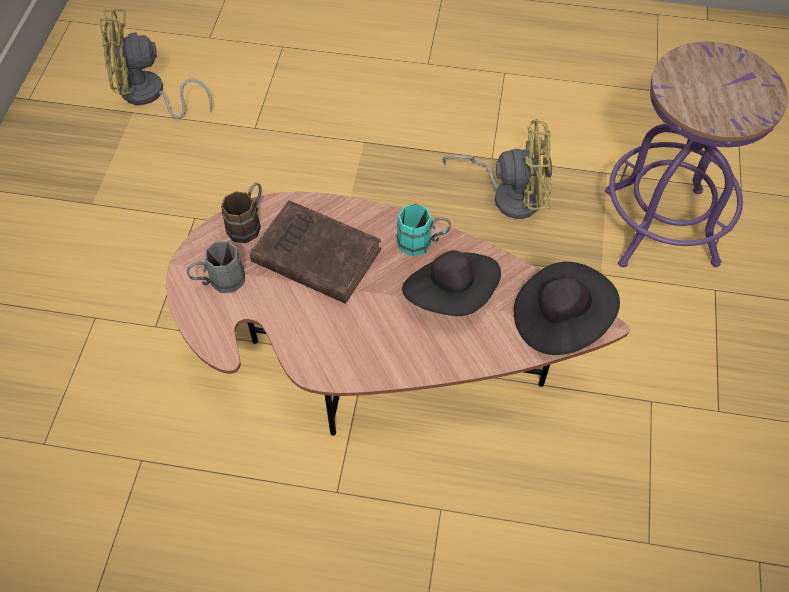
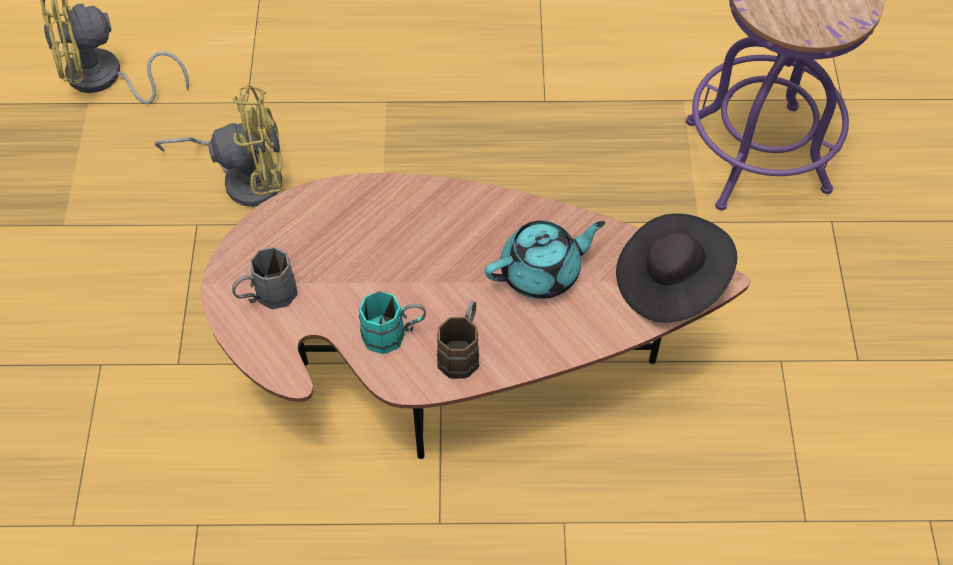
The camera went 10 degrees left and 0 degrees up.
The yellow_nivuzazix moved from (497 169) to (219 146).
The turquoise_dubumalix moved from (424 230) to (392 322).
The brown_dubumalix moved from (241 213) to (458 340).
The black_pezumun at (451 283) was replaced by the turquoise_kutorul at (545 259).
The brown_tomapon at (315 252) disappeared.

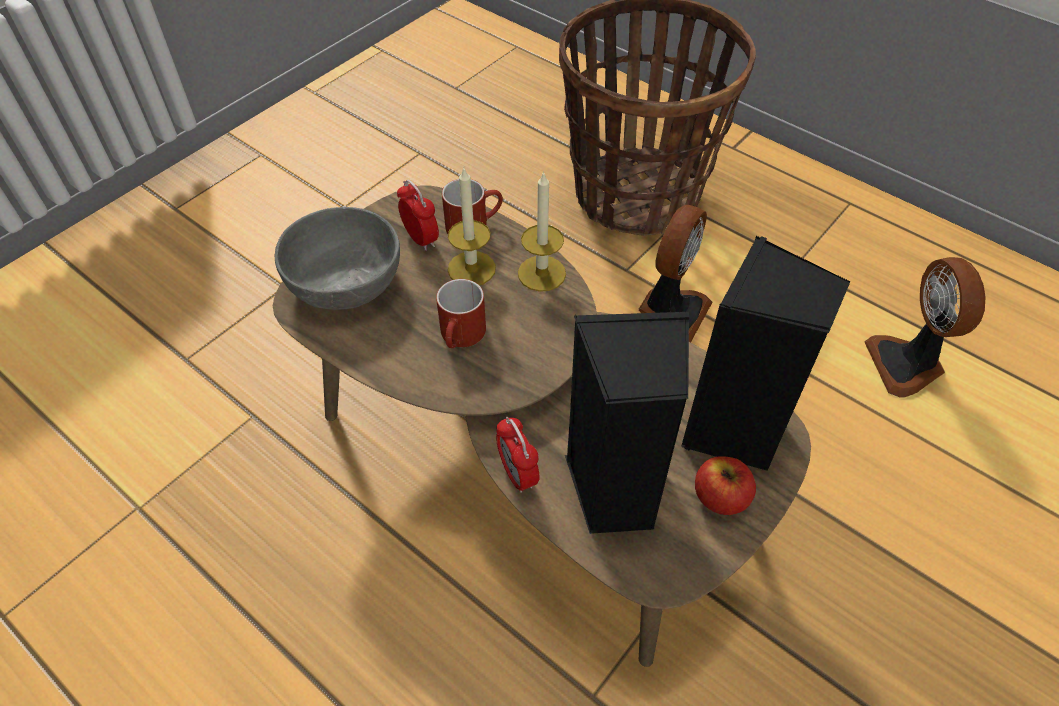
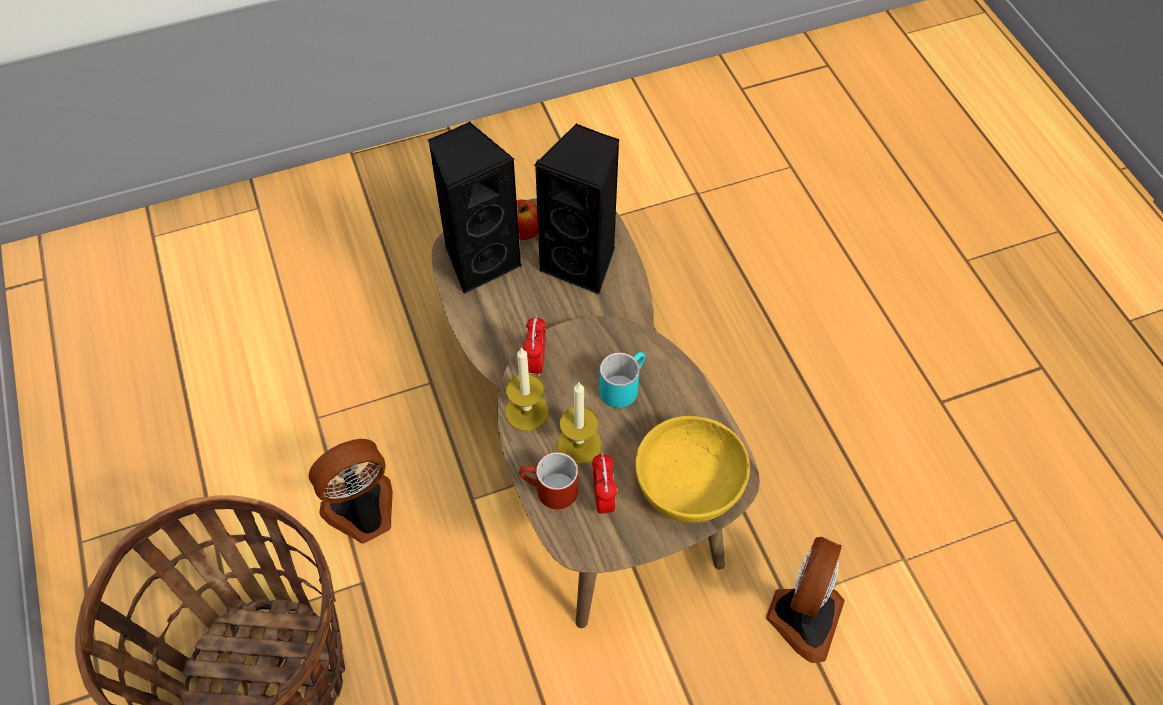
The camera went 150 degrees left and 5 degrees up.
The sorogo moved from (518 455) to (534 346).
The red_dubumalix at (461 313) became the turquoise_dubumalix at (622 380).
The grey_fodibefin at (337 258) became the yellow_fodibefin at (693 469).
The nivuzazix moved from (925 327) to (805 600).

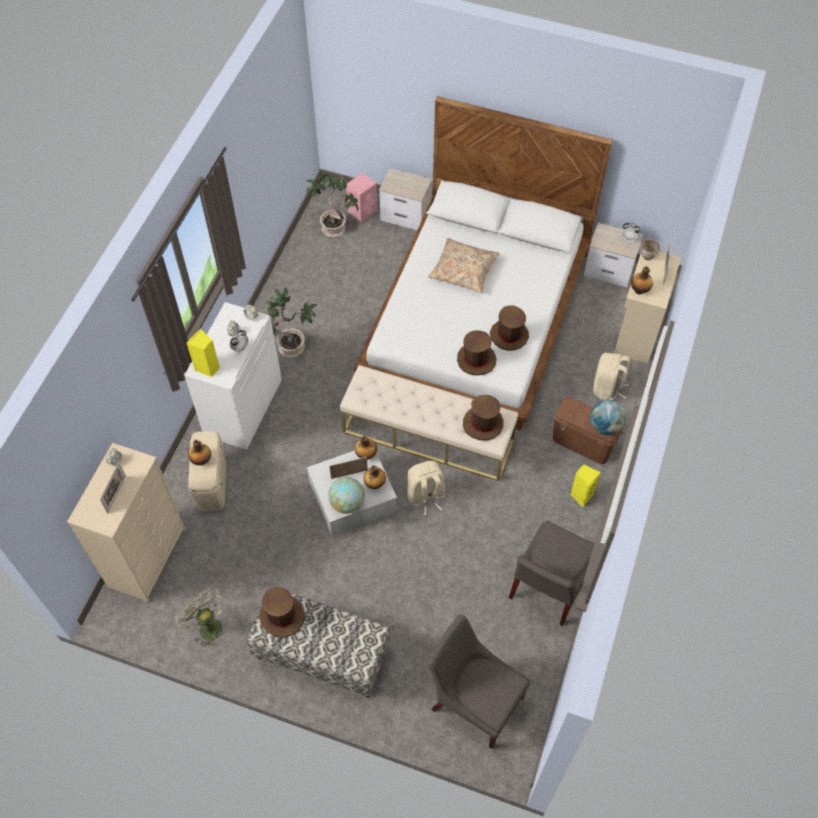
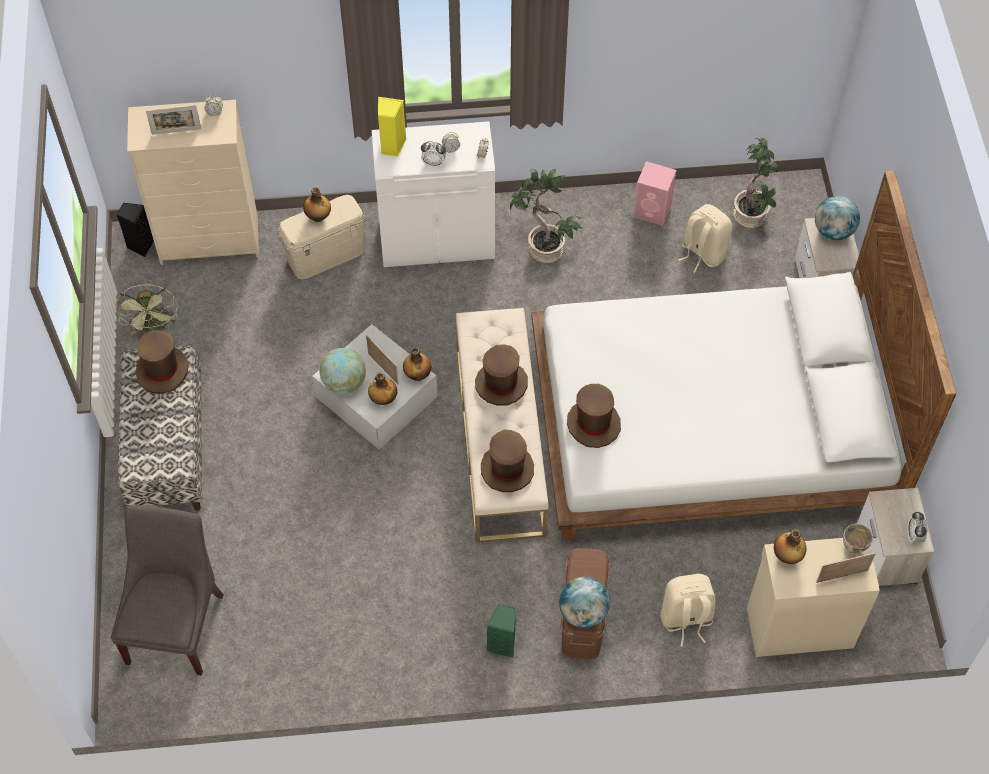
The camera went 65 degrees right and 0 degrees up.
The green_nivuzazix at (199 617) turned 150 degrees clockwise.
The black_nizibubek at (135 230) appeared.
The brown_pezumun moved from (509 328) to (501 375).
The yellow_nizibubek at (585 485) became the green_nizibubek at (501 631).
The pink_nizibubek moved from (361 197) to (654 193).
The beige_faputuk moved from (426 488) to (705 238).
The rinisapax at (837 218) appeared.
The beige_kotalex at (464 265) disappeared.
The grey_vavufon at (551 573) disappeared.

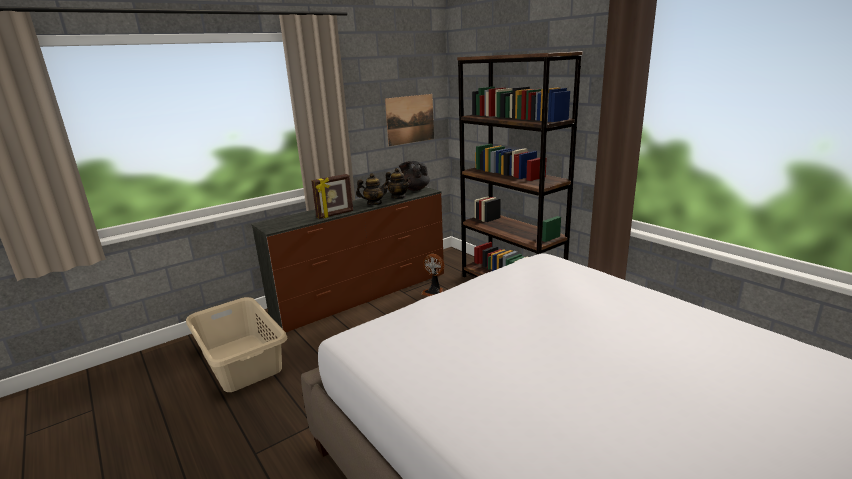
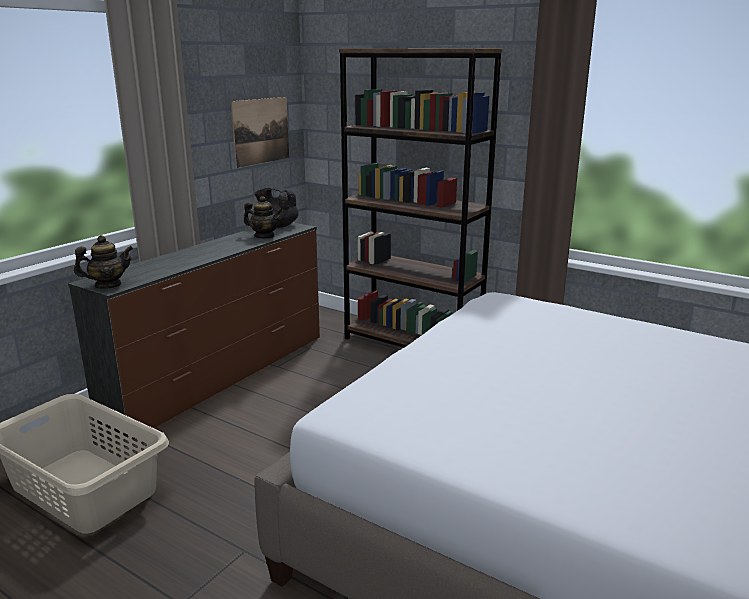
The camera went 20 degrees left and 0 degrees up.
The kutorul moved from (372 189) to (103 262).
The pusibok at (332 196) disappeared.
The nivuzazix at (432 275) disappeared.

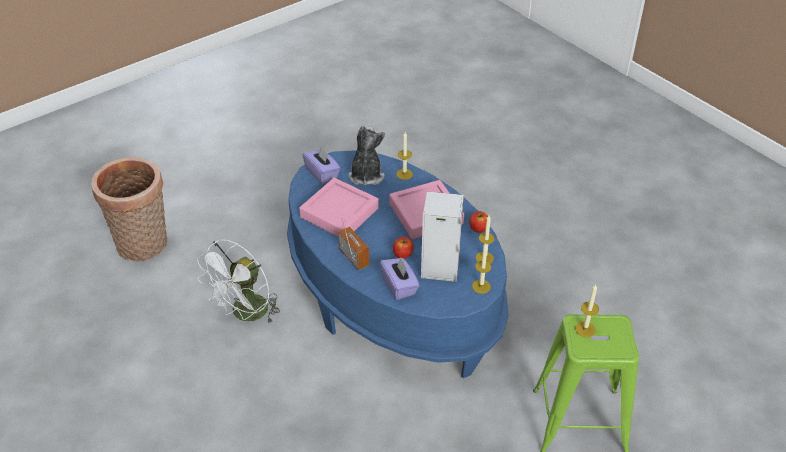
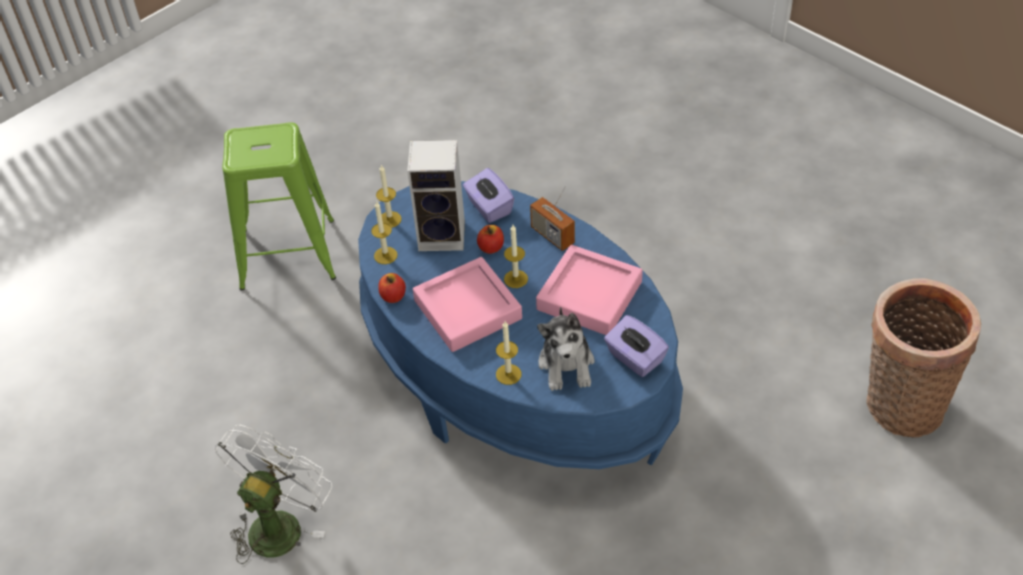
The camera went 175 degrees right and 5 degrees up.
The white_nivuzazix moved from (238 282) to (273 494).
The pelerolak moved from (587 310) to (516 256).

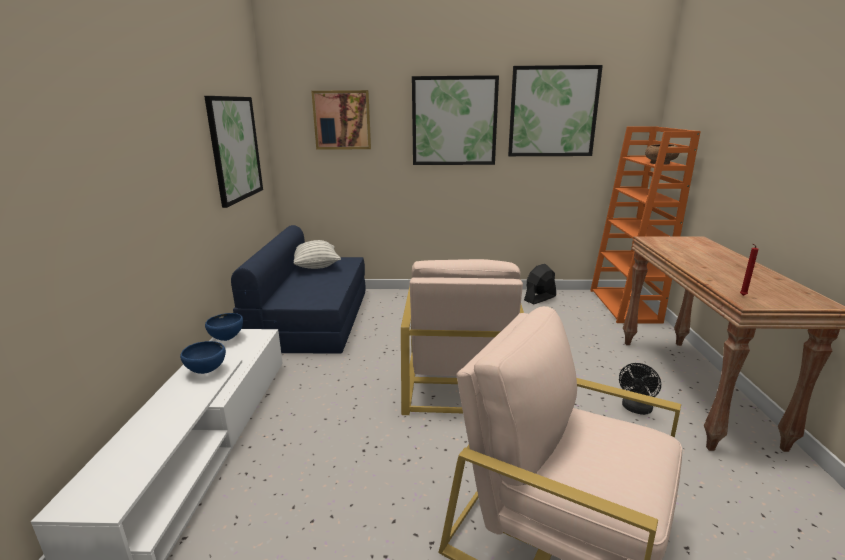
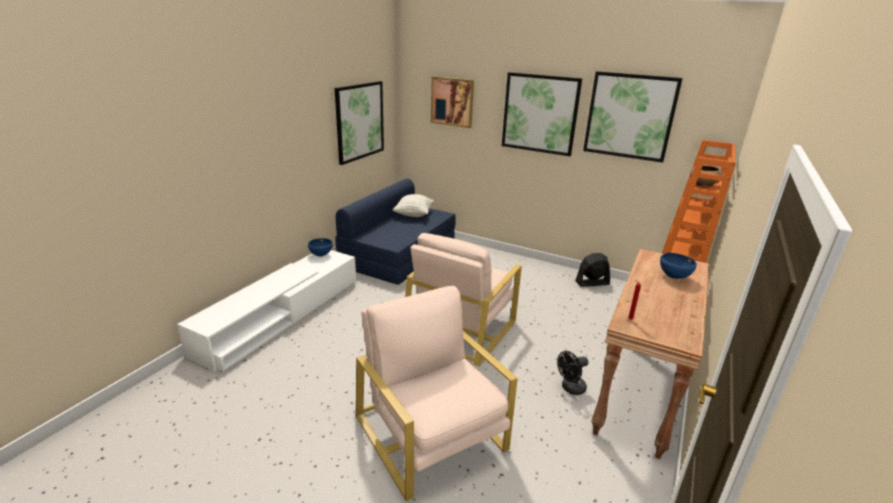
The camera went 25 degrees right and 5 degrees up.
The blue_fodibefin moved from (203 357) to (678 266).

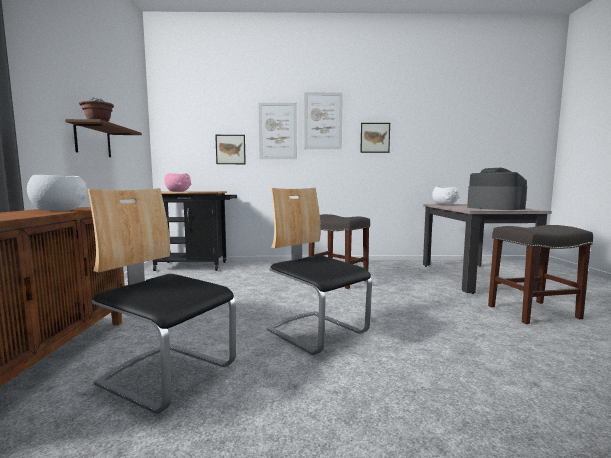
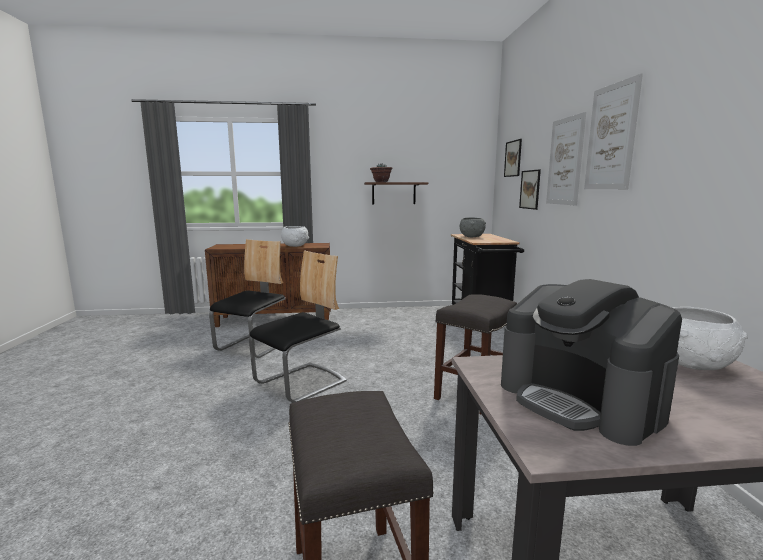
The camera went 85 degrees right and 5 degrees up.
The pink_fodibefin at (177 182) became the grey_fodibefin at (473 227).
The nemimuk at (497 189) turned 90 degrees clockwise.
The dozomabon moved from (375 138) to (513 158).

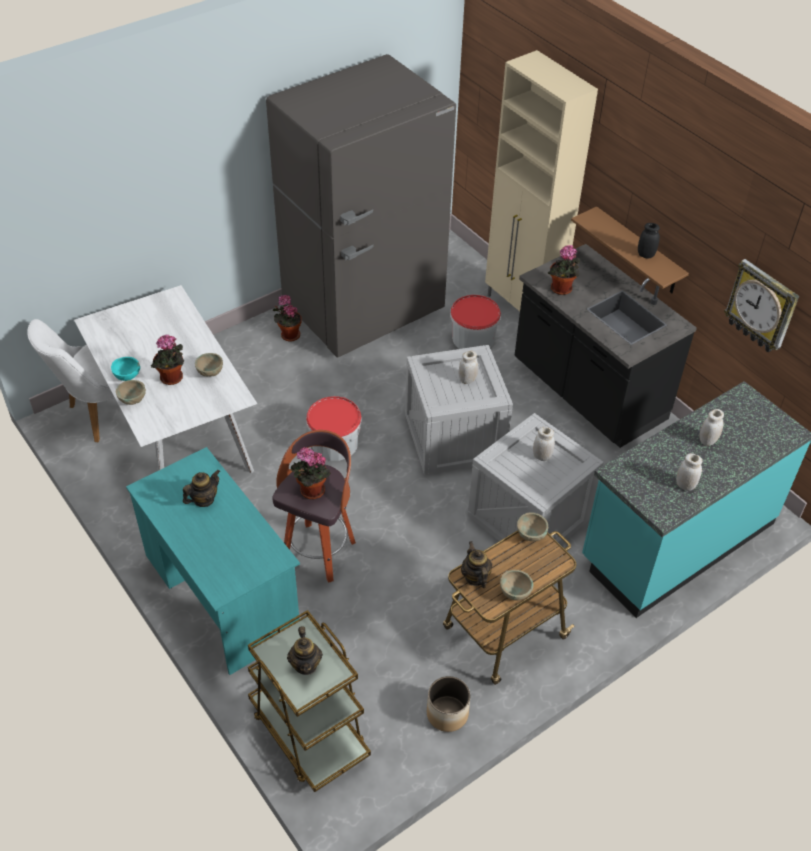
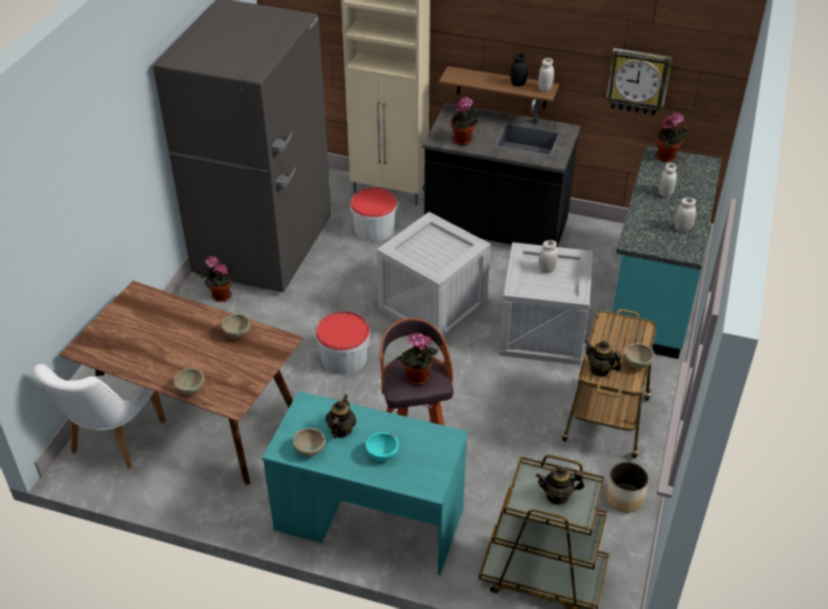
The camera went 35 degrees left and 5 degrees down.
The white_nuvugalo at (165 379) became the brown_nuvugalo at (181 383).
The beige_fodibefin moved from (532 526) to (309 442).
The turquoise_fodibefin moved from (125 369) to (382 447).
The kutorul at (305 650) turned 135 degrees clockwise.
The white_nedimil moved from (468 367) to (546 75).
The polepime moved from (167 360) to (672 137).

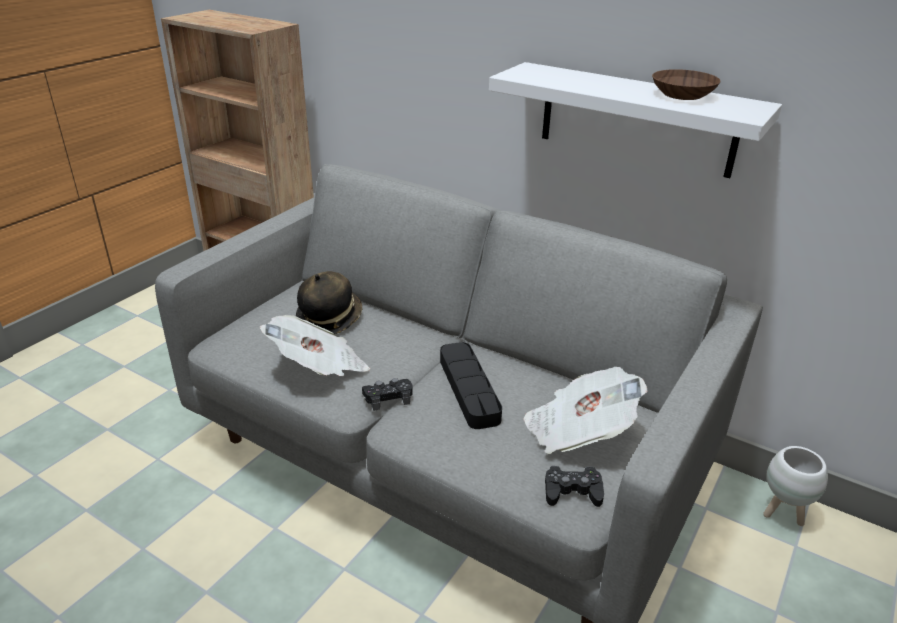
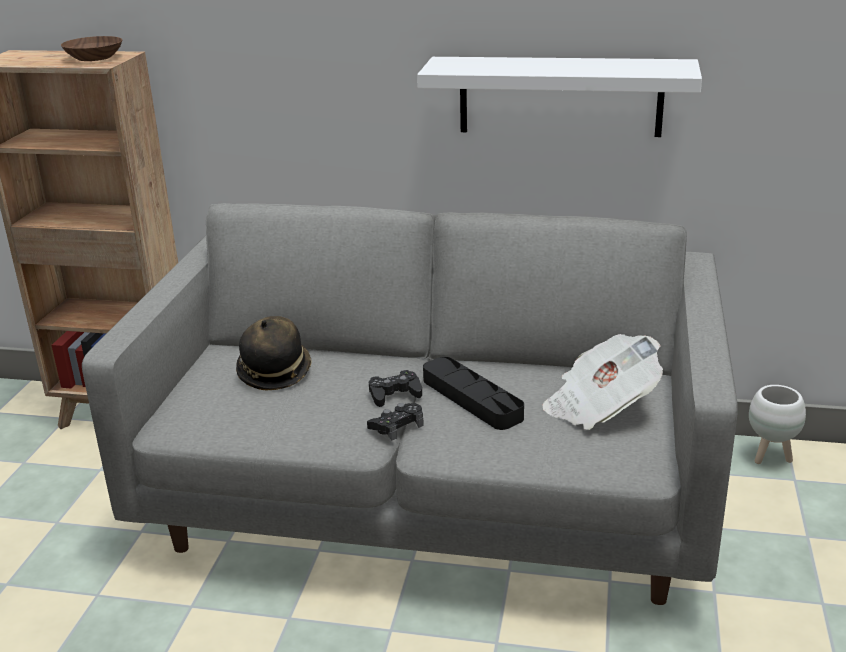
The camera went 20 degrees left and 5 degrees down.
The brown_fodibefin moved from (686 84) to (91 48).
The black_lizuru moved from (574 486) to (395 388).
The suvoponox at (315 345) disappeared.

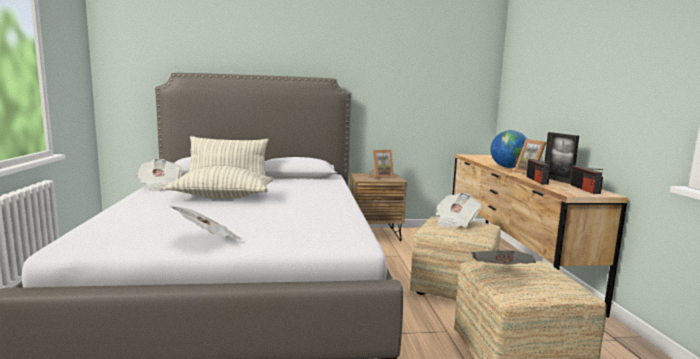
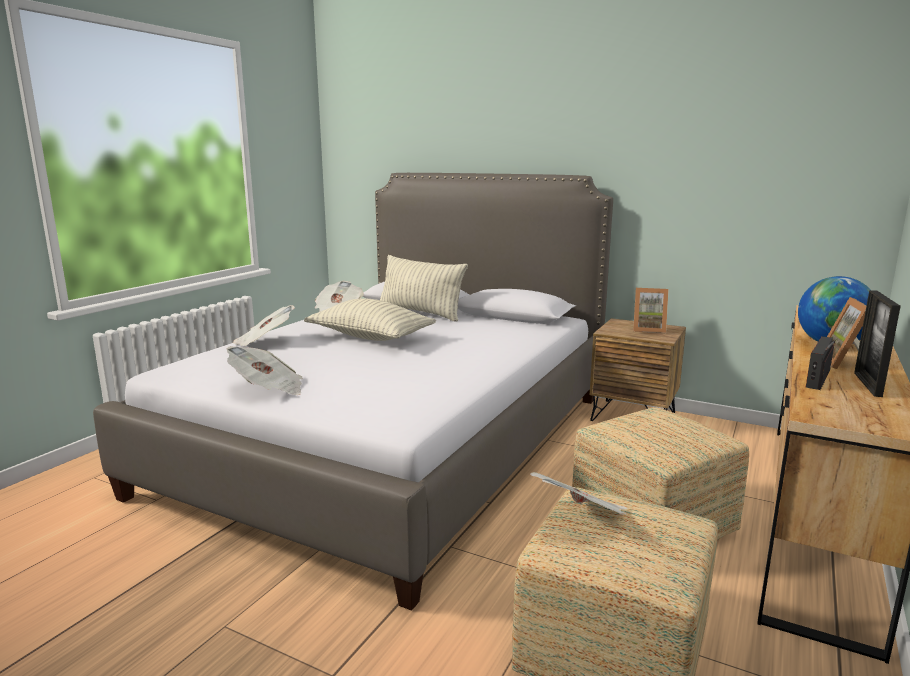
The camera went 35 degrees right and 5 degrees up.
The suvoponox moved from (459 210) to (264 326).
The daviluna at (587 179) disappeared.

